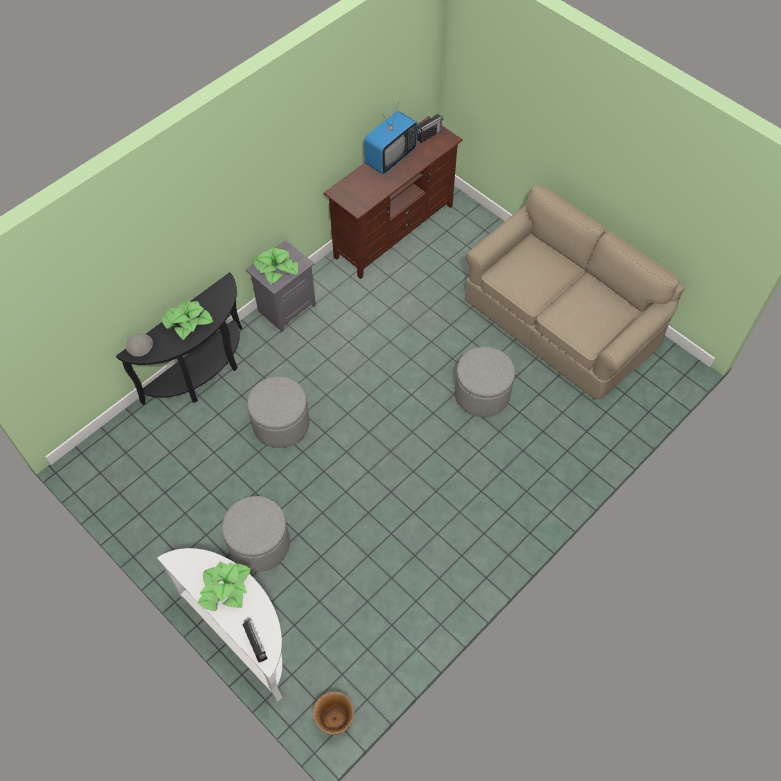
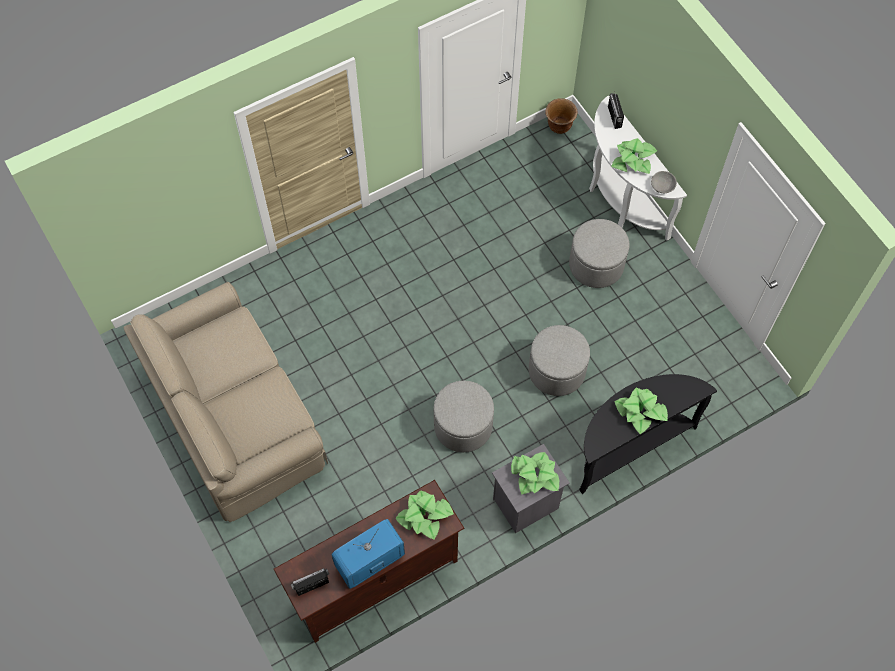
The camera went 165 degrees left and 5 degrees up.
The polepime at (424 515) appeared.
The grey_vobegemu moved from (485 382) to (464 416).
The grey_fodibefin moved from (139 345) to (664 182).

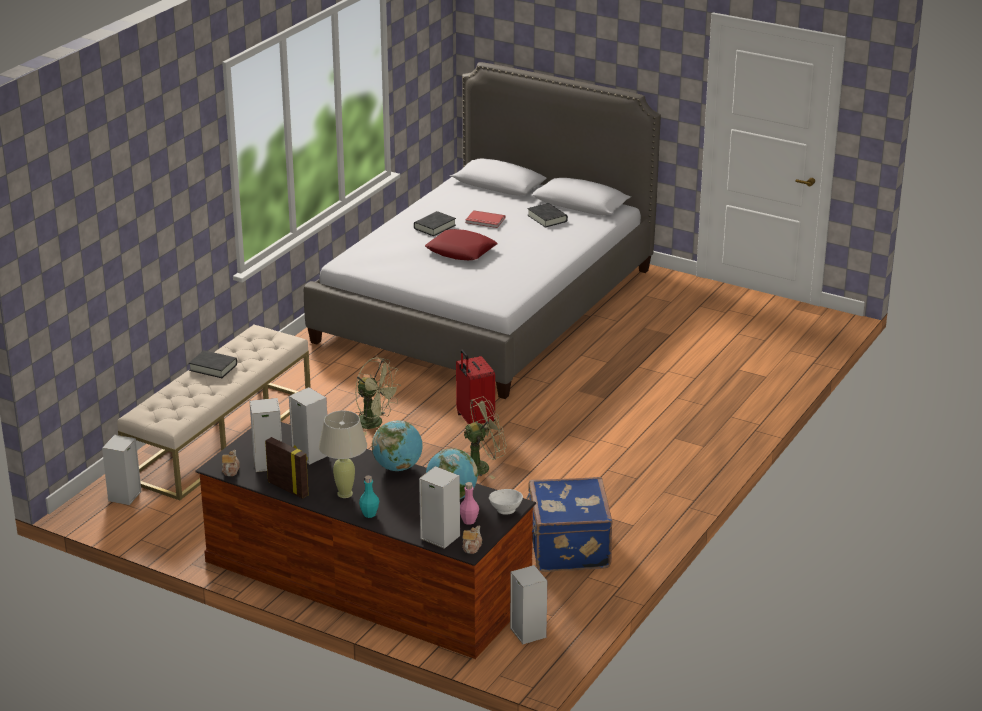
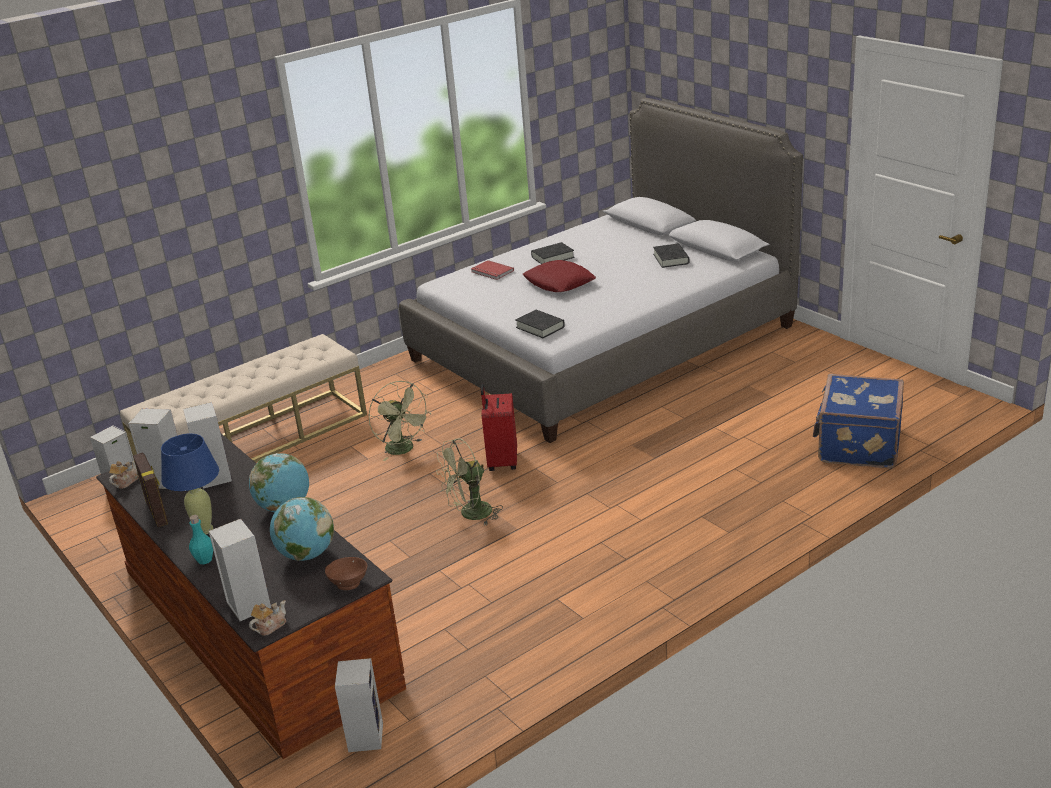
The camera went 25 degrees right and 0 degrees up.
The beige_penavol at (343 454) became the blue_penavol at (190 484).
The white_fodibefin at (506 502) became the brown_fodibefin at (346 573).
The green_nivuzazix at (485 437) turned 150 degrees clockwise.
The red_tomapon moved from (485 219) to (492 270).
The black_tomapon moved from (213 364) to (540 324).
The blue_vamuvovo moved from (569 524) to (858 421).
The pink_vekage at (469 503) disappeared.

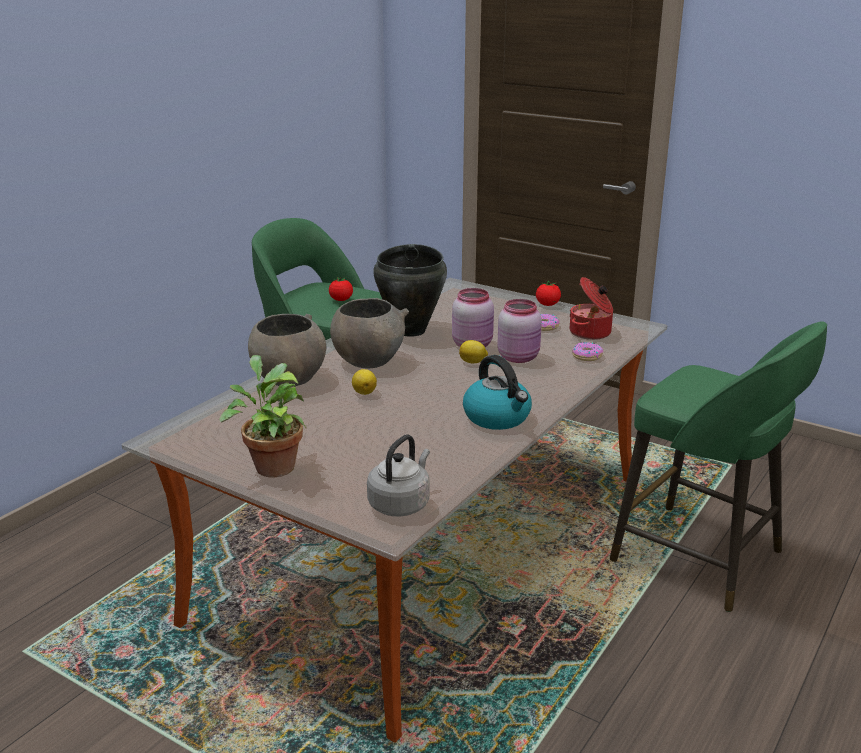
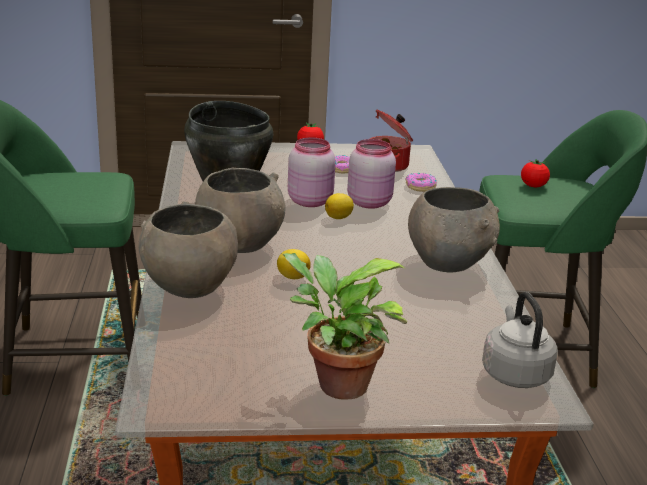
The camera went 40 degrees left and 0 degrees up.
The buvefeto at (497 392) was replaced by the grey_fodibefin at (454 229).
The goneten moved from (341 289) to (535 173).

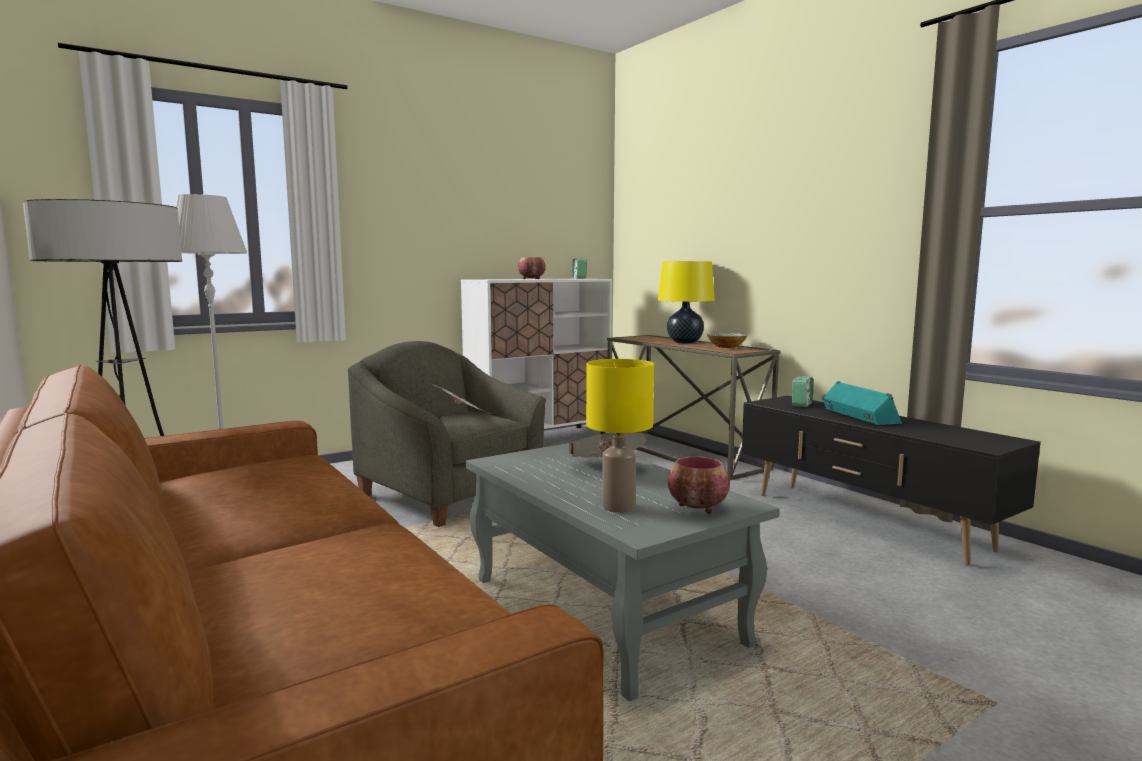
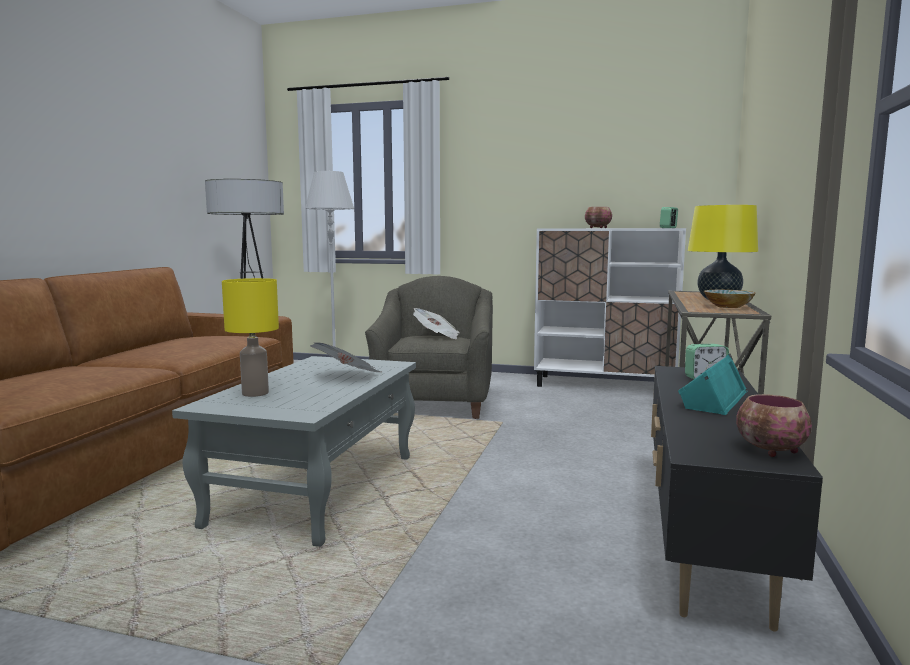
The camera went 50 degrees right and 0 degrees up.
The fodibefin moved from (699 485) to (774 425).

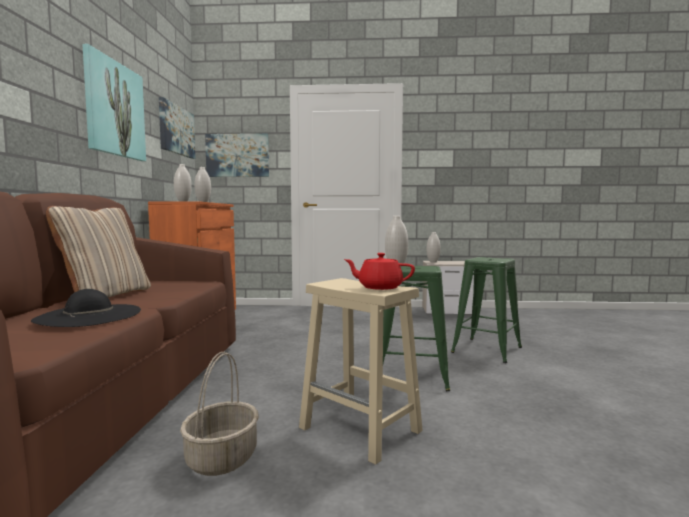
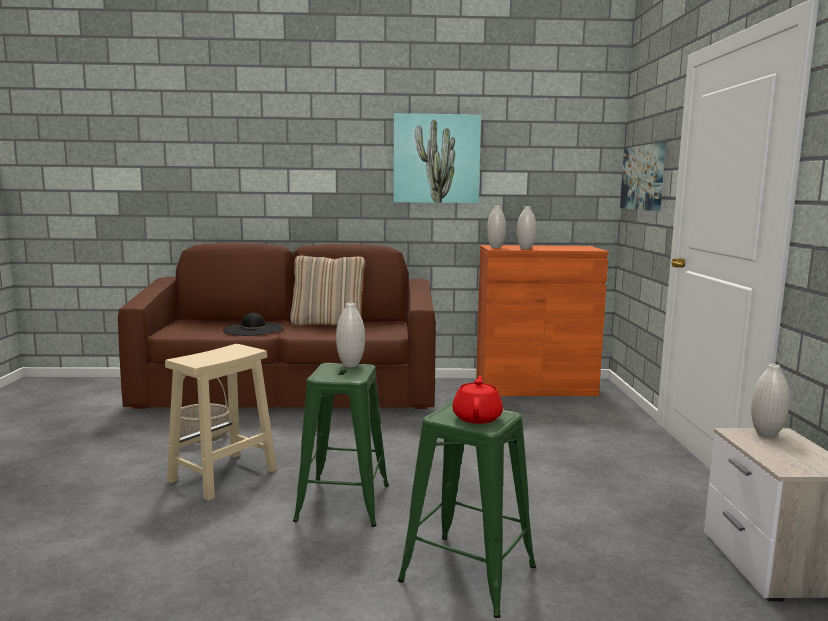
The camera went 85 degrees right and 5 degrees up.
The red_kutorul moved from (379 271) to (477 400).
The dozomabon at (177 128) disappeared.

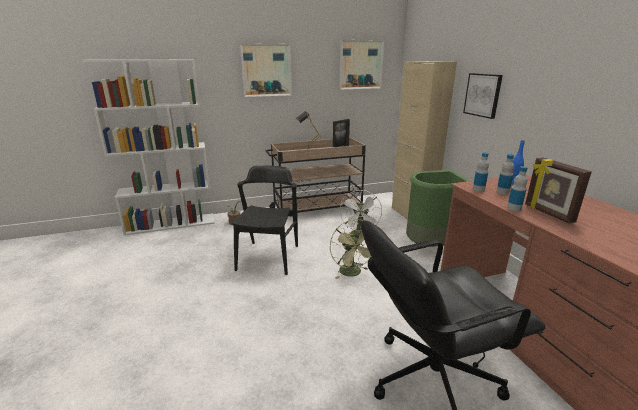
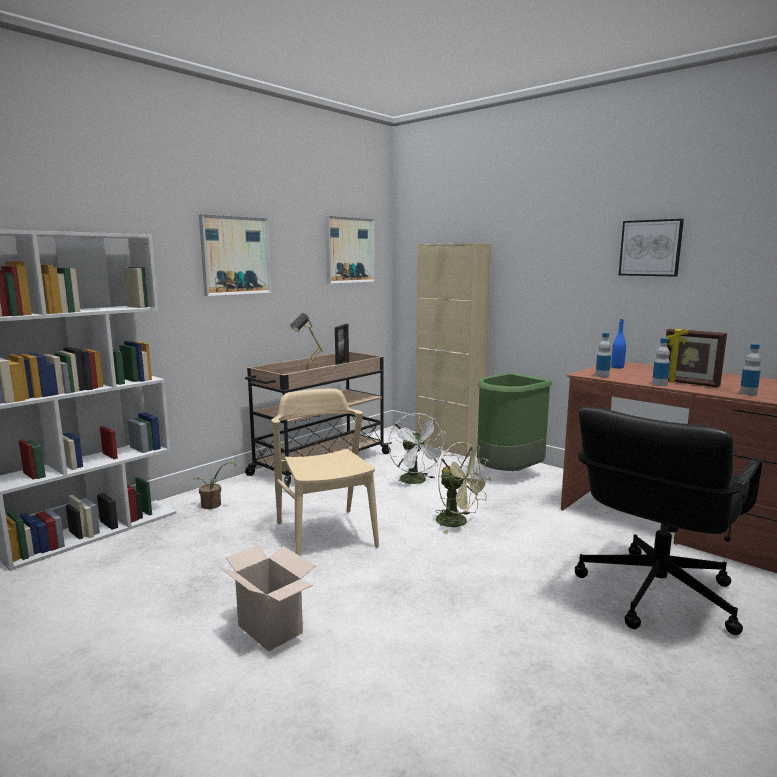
The camera went 30 degrees left and 10 degrees down.
The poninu at (267 598) appeared.
The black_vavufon at (265 220) became the beige_vavufon at (325 472).
The dozomabon moved from (483 96) to (651 248).
The vekage moved from (505 174) to (750 369).

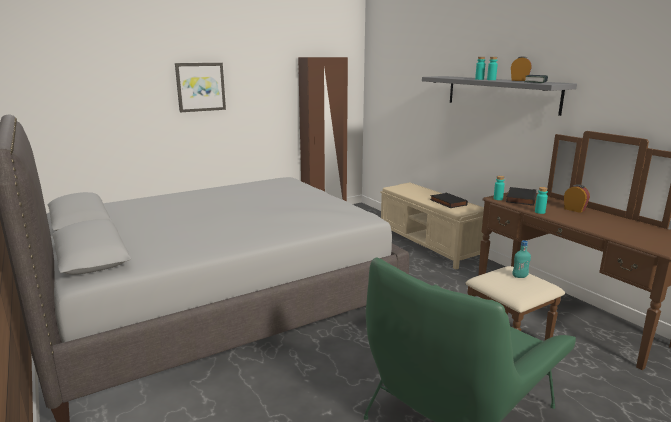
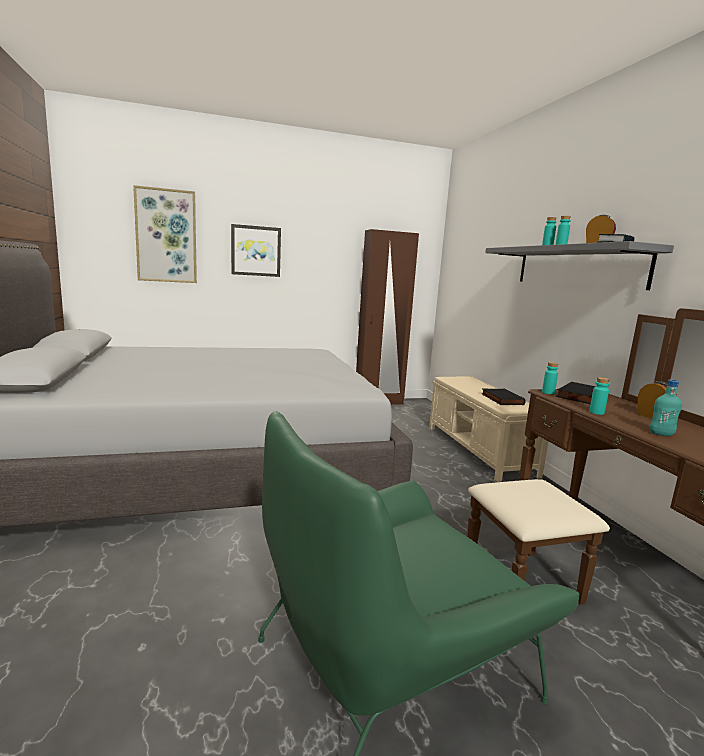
The camera went 15 degrees right and 5 degrees down.
The dozomabon at (165 234) appeared.
The turquoise_vekage moved from (521 259) to (666 407).

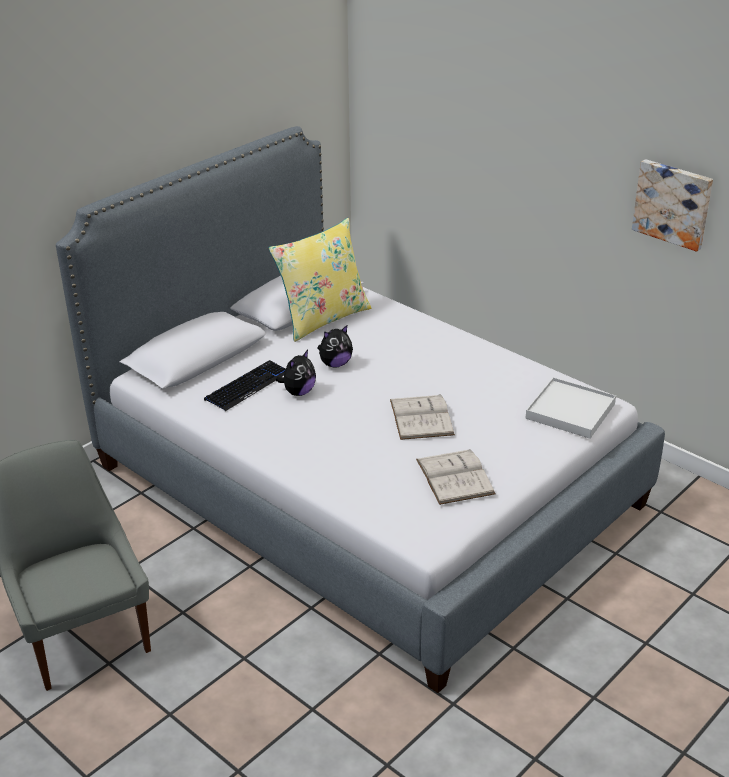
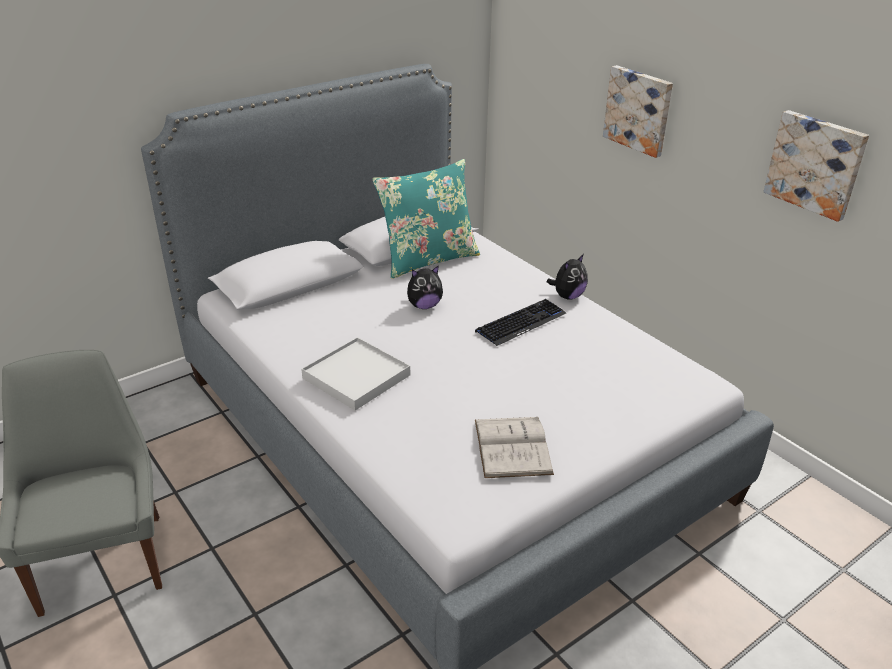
The camera went 10 degrees right and 0 degrees up.
The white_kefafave moved from (570 408) to (355 373).
The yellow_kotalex at (320 280) became the turquoise_kotalex at (426 219).
The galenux moved from (244 385) to (520 322).
The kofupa moved from (296 373) to (567 277).
The dozomabon at (638 111) appeared.
The white_tomapon at (422 417) disappeared.

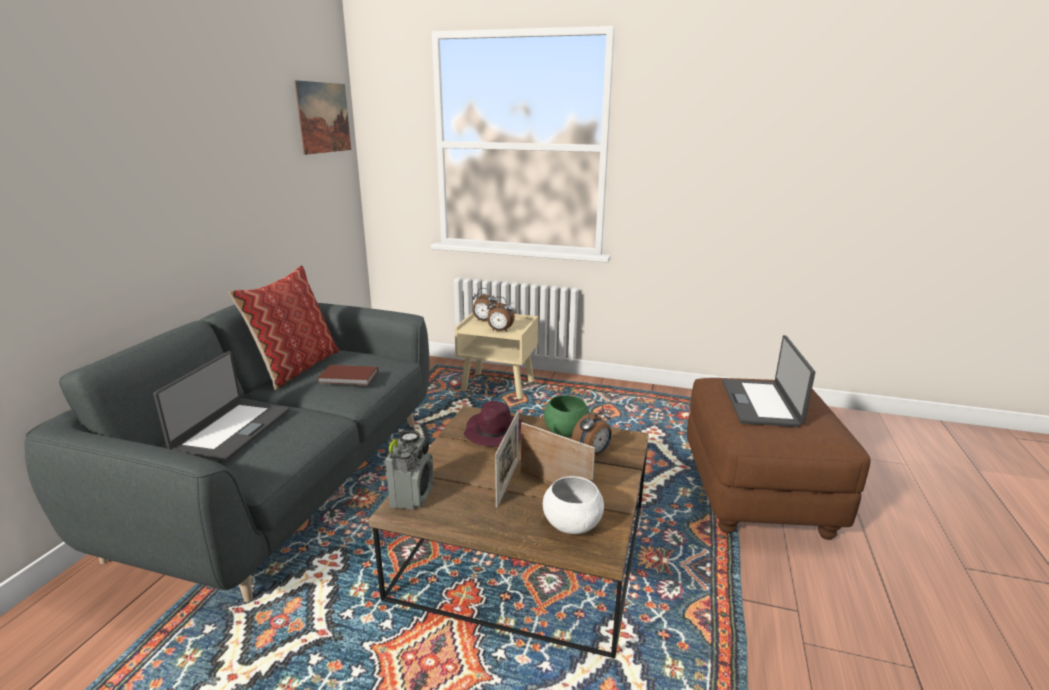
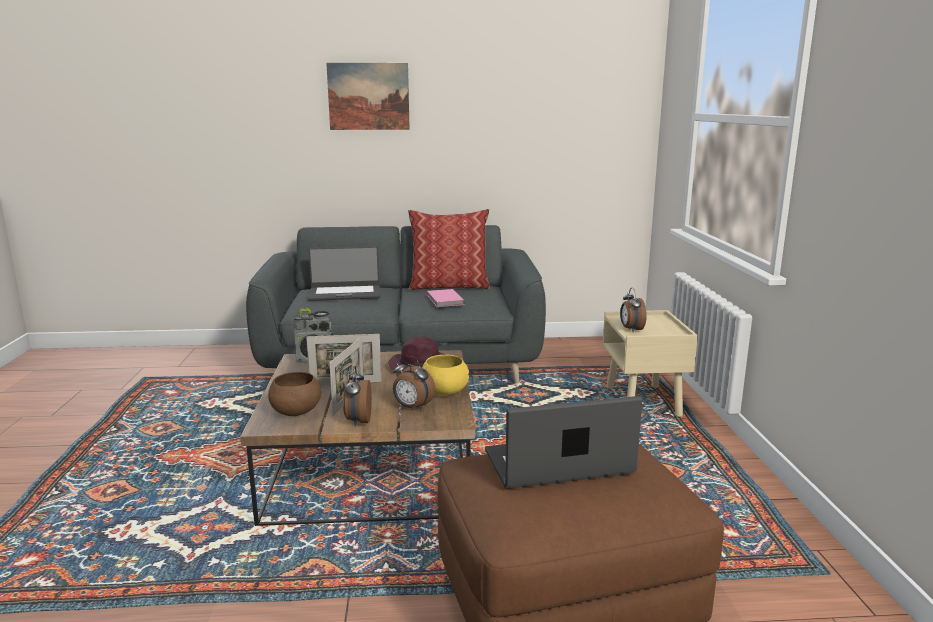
The camera went 70 degrees right and 5 degrees down.
The white_fodibefin at (573 505) became the brown_fodibefin at (294 394).
The dozomabon moved from (322 117) to (368 96).
The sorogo moved from (485 304) to (357 396).
The green_fodibefin at (567 416) became the yellow_fodibefin at (445 375).
The brown_tomapon at (348 375) became the pink_tomapon at (446 298).

